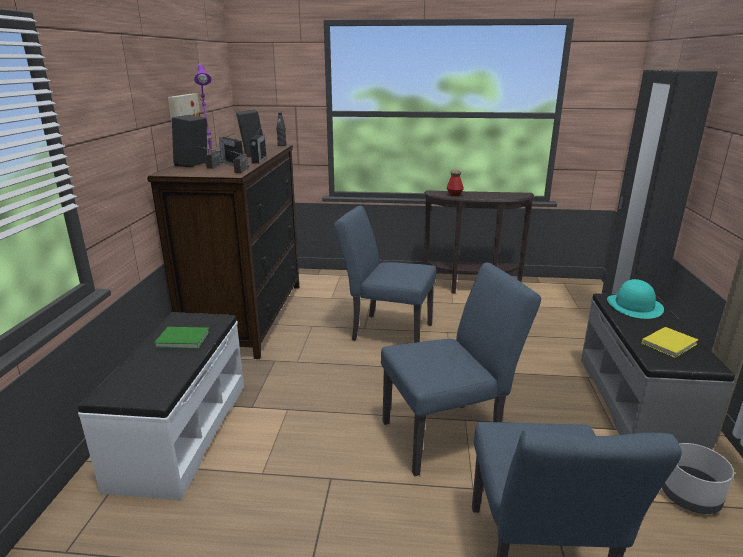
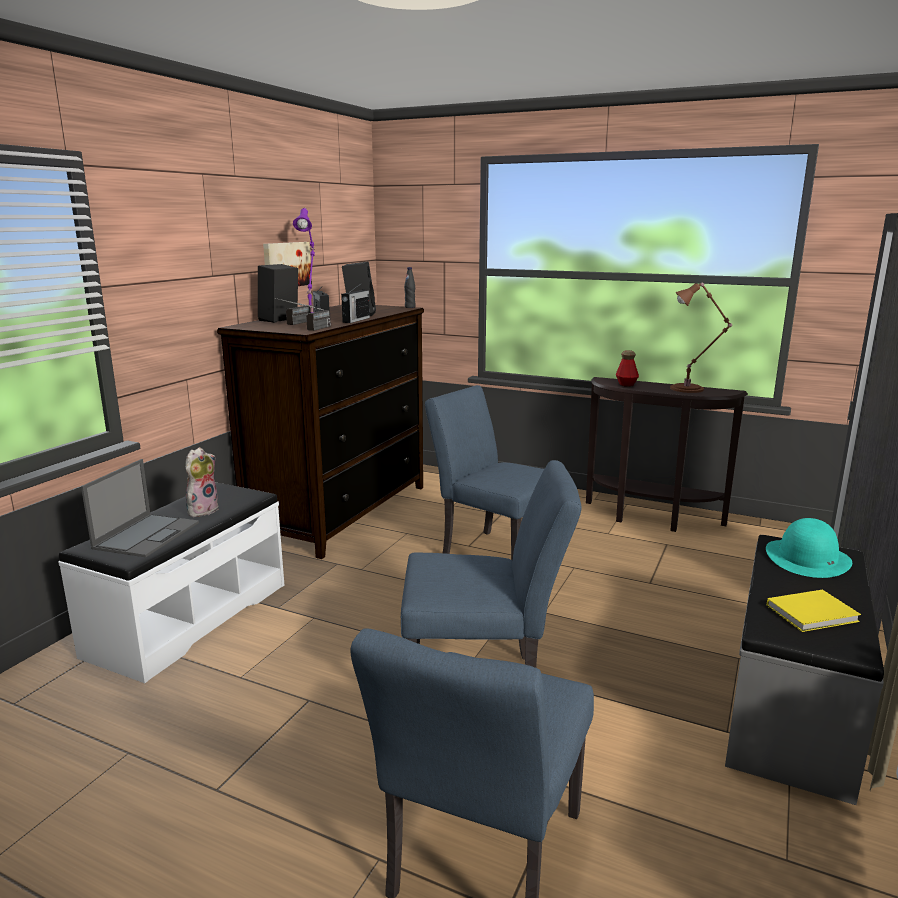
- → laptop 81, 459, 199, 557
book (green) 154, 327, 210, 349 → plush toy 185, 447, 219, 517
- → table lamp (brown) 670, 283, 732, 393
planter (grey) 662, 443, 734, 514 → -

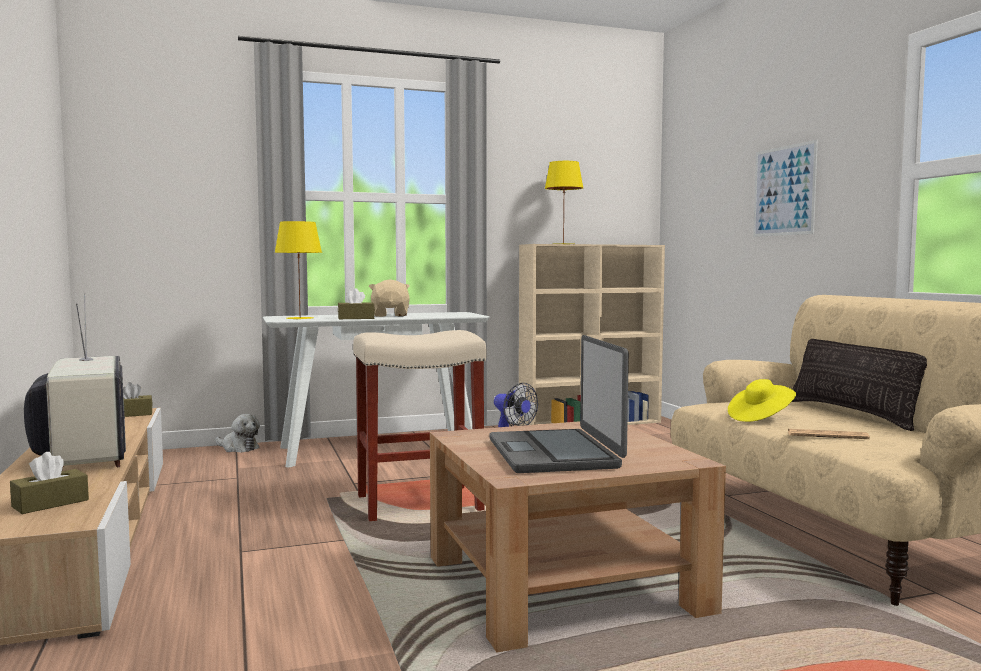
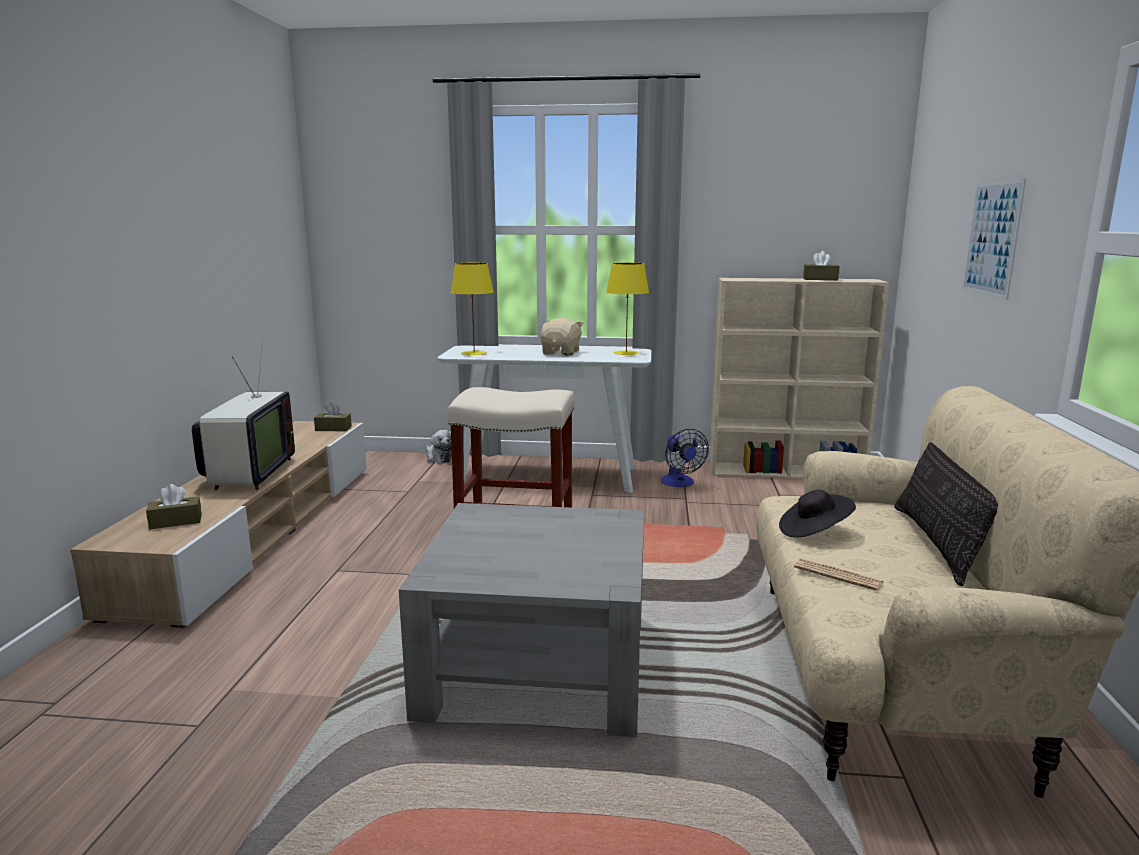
coffee table (brown) 430, 421, 726, 652 → coffee table (grey) 399, 503, 644, 737
table lamp (yellow) 545, 161, 583, 244 → table lamp (yellow) 606, 263, 649, 355, move
hat (yellow) 728, 379, 796, 422 → hat (black) 779, 490, 856, 537
tissue box (brown) 338, 288, 375, 319 → tissue box (brown) 803, 251, 839, 280, move
laptop 489, 335, 629, 473 → -

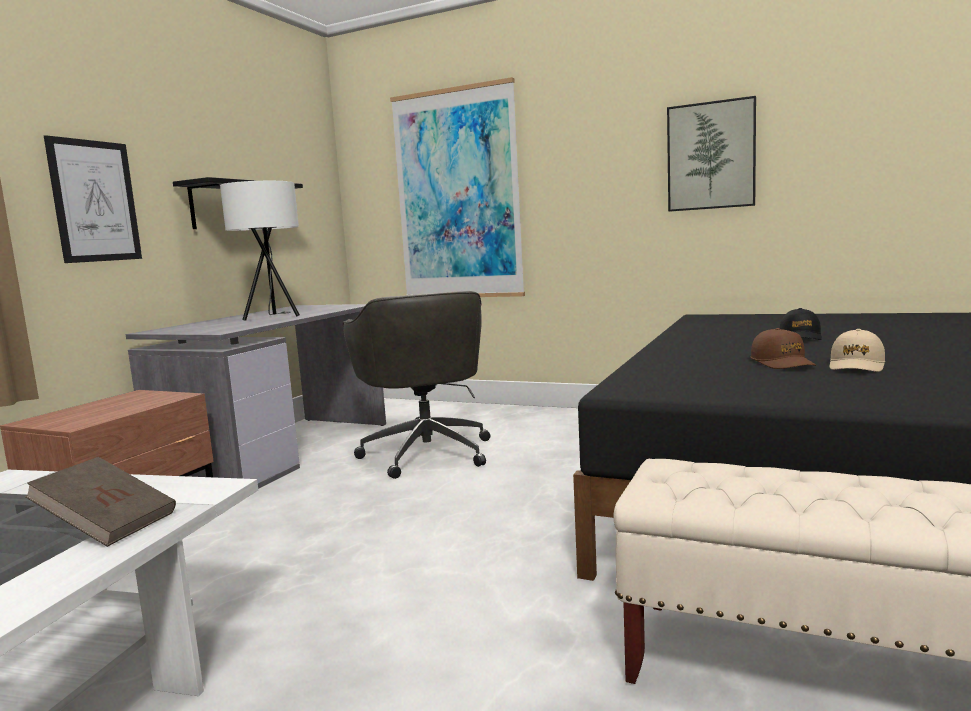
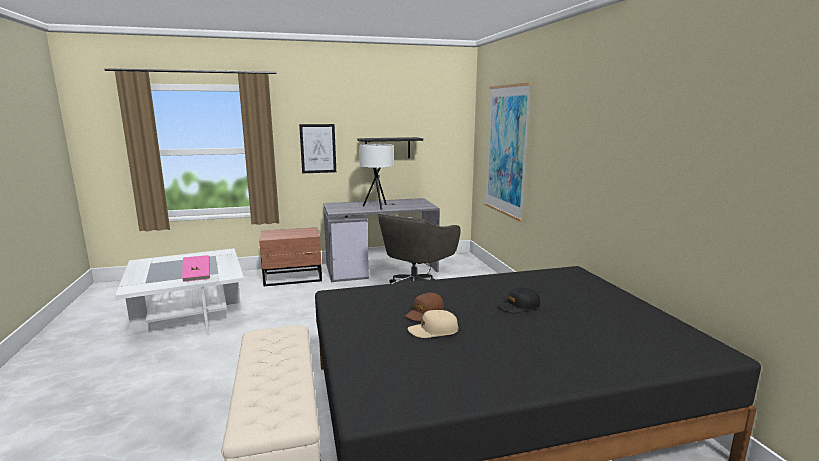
book (brown) 25, 457, 176, 547 → book (pink) 182, 255, 210, 282
picture 667, 96, 756, 212 → -

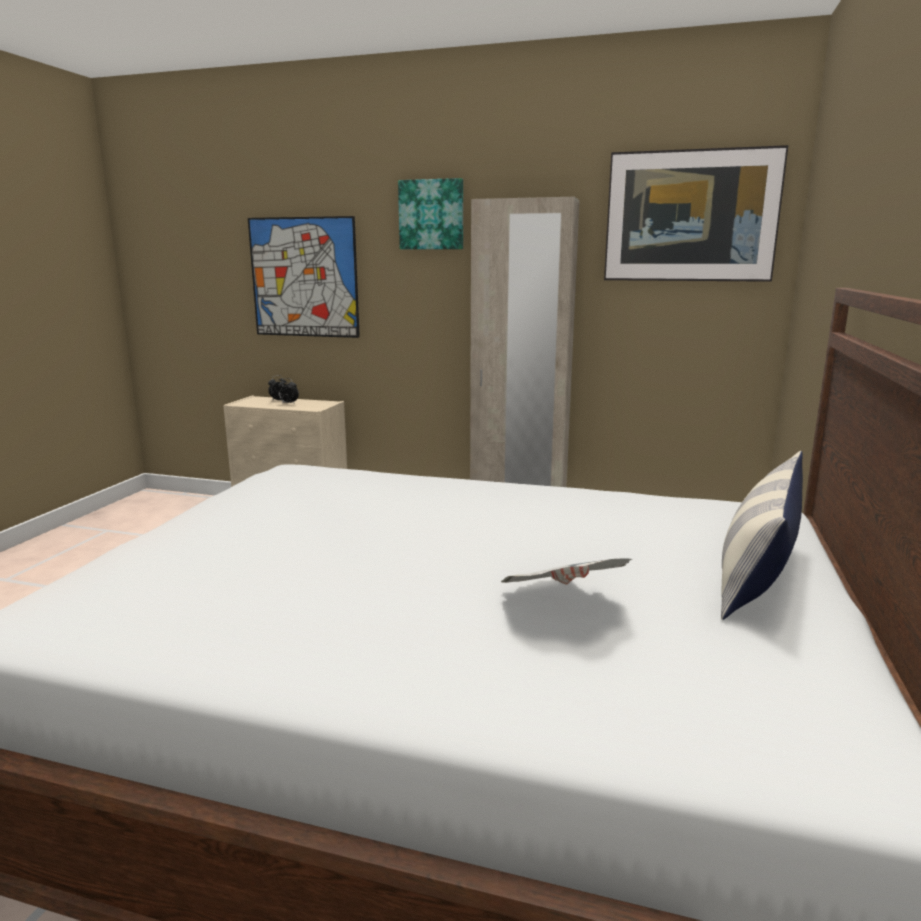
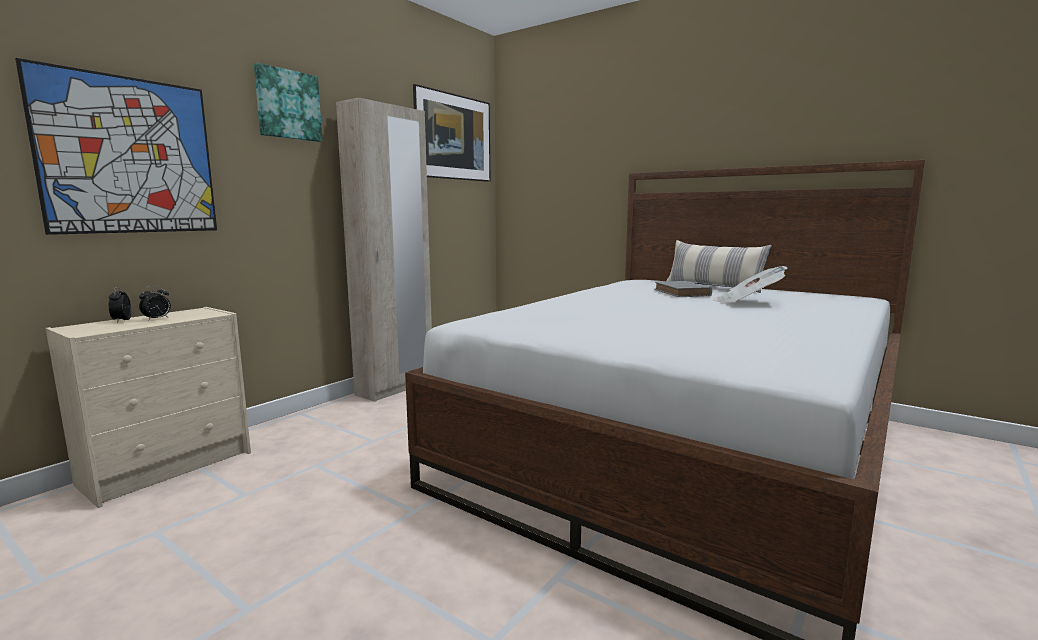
- → book (grey) 655, 281, 712, 297

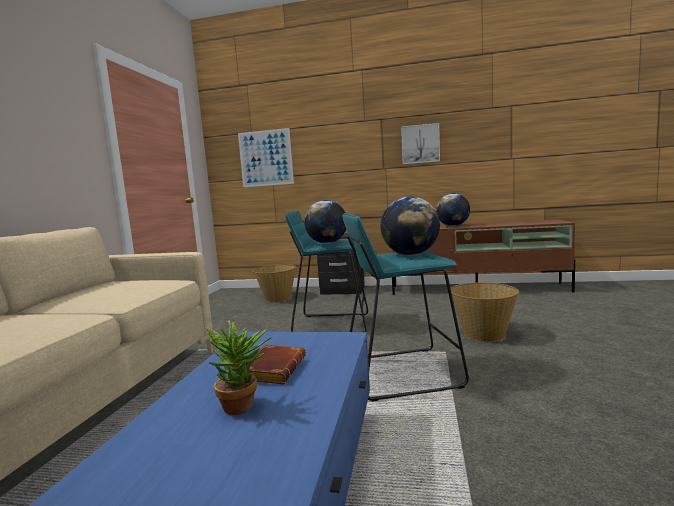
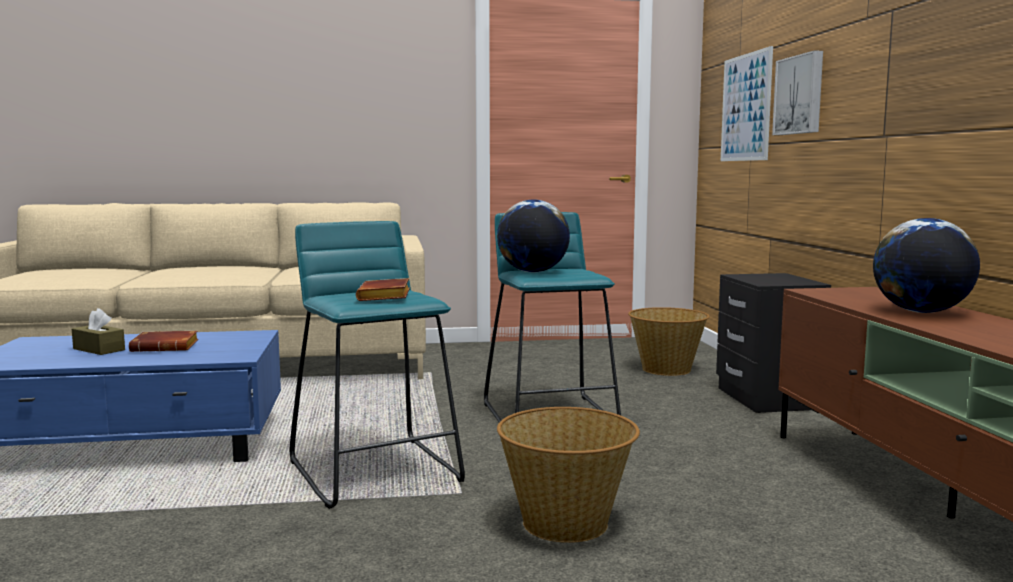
potted plant 206, 321, 273, 415 → tissue box (brown) 72, 308, 125, 355
globe 380, 197, 440, 255 → book (brown) 356, 278, 410, 301
picture 401, 123, 440, 164 → picture 772, 51, 823, 135, move

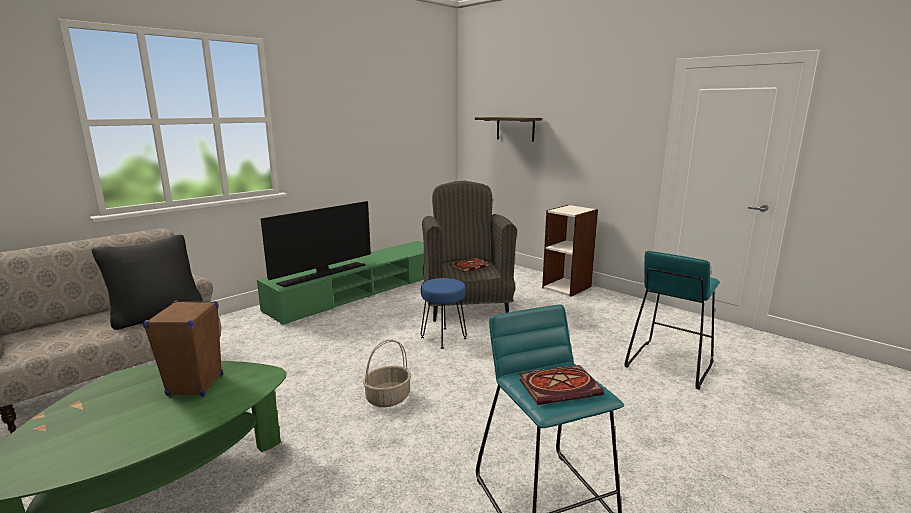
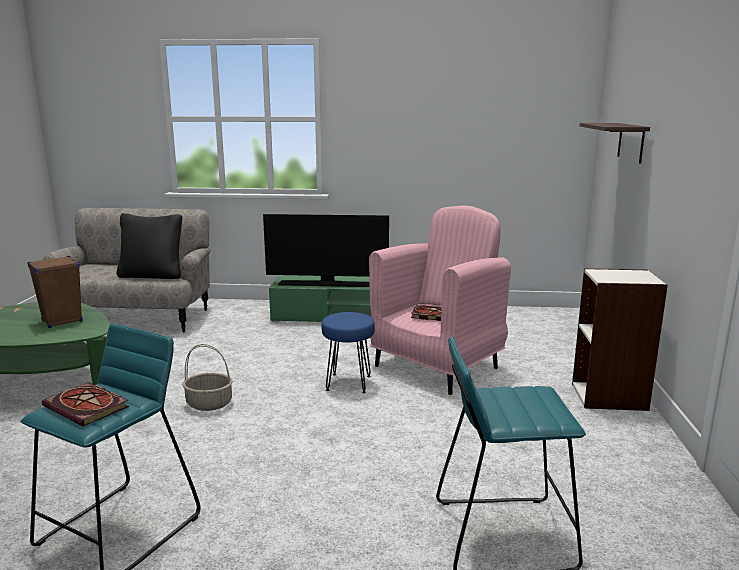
armchair (grey) 422, 181, 517, 322 → armchair (pink) 369, 205, 511, 395

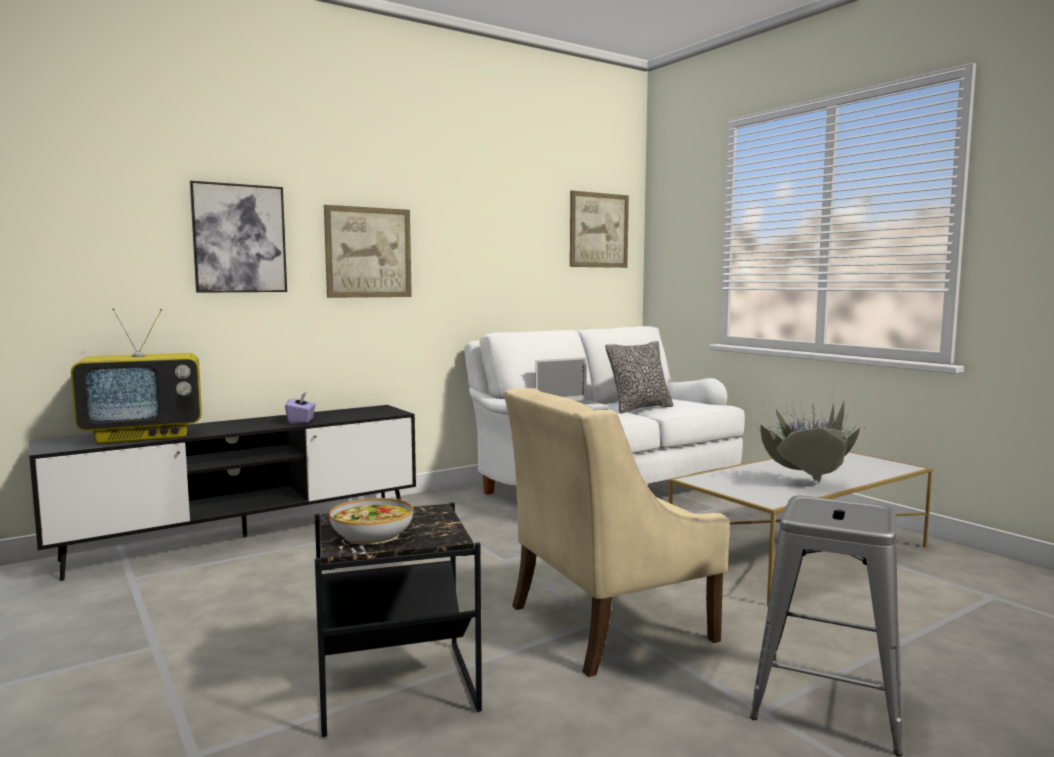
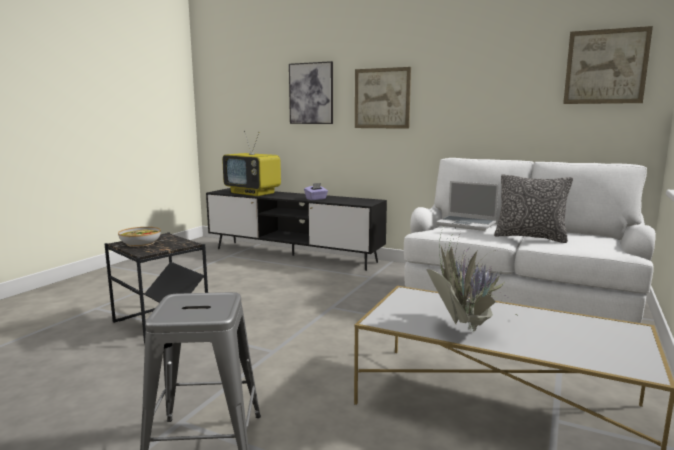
armchair (beige) 503, 388, 730, 677 → -

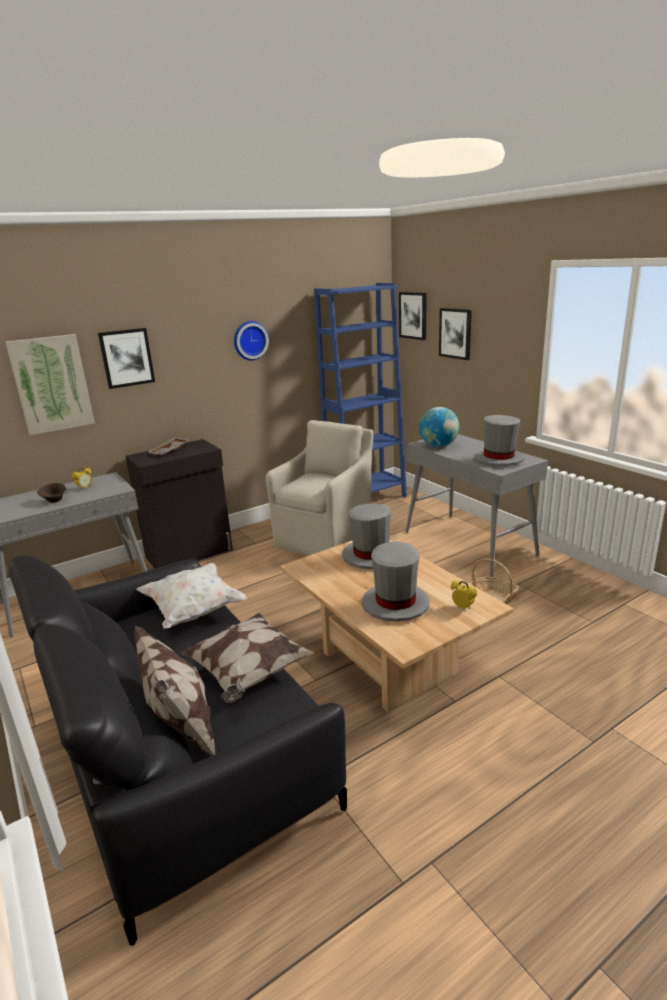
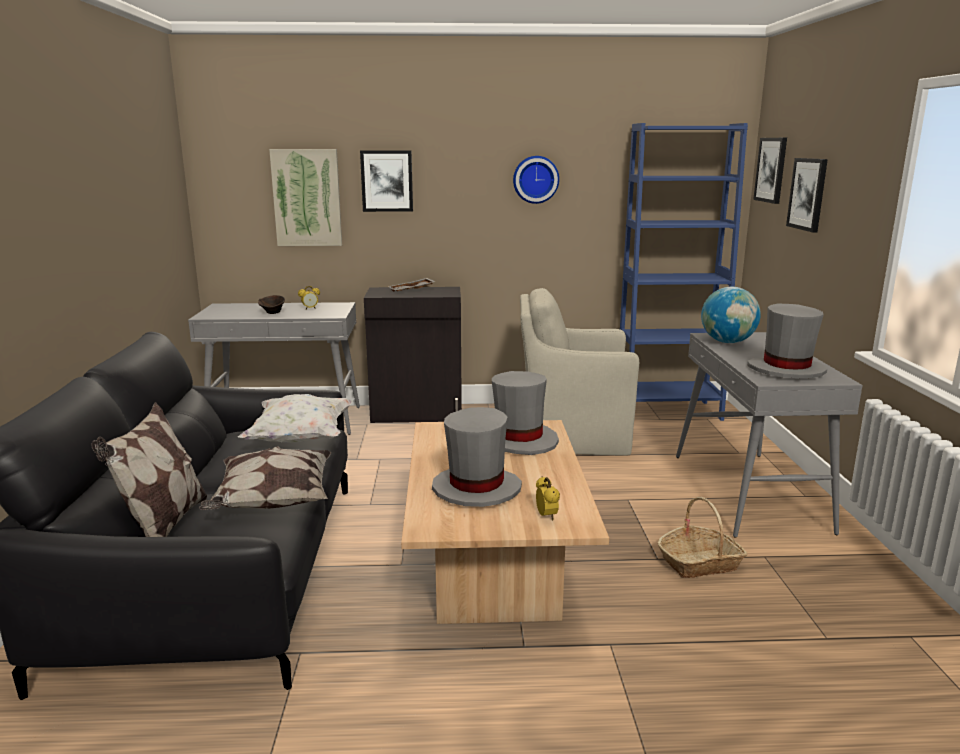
armchair (beige) 266, 420, 373, 555 → armchair (beige) 520, 288, 639, 456, 150 degrees counterclockwise

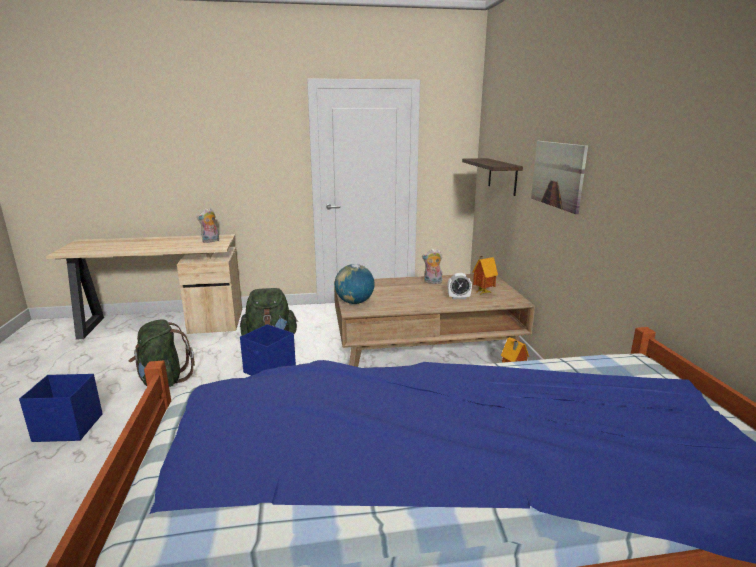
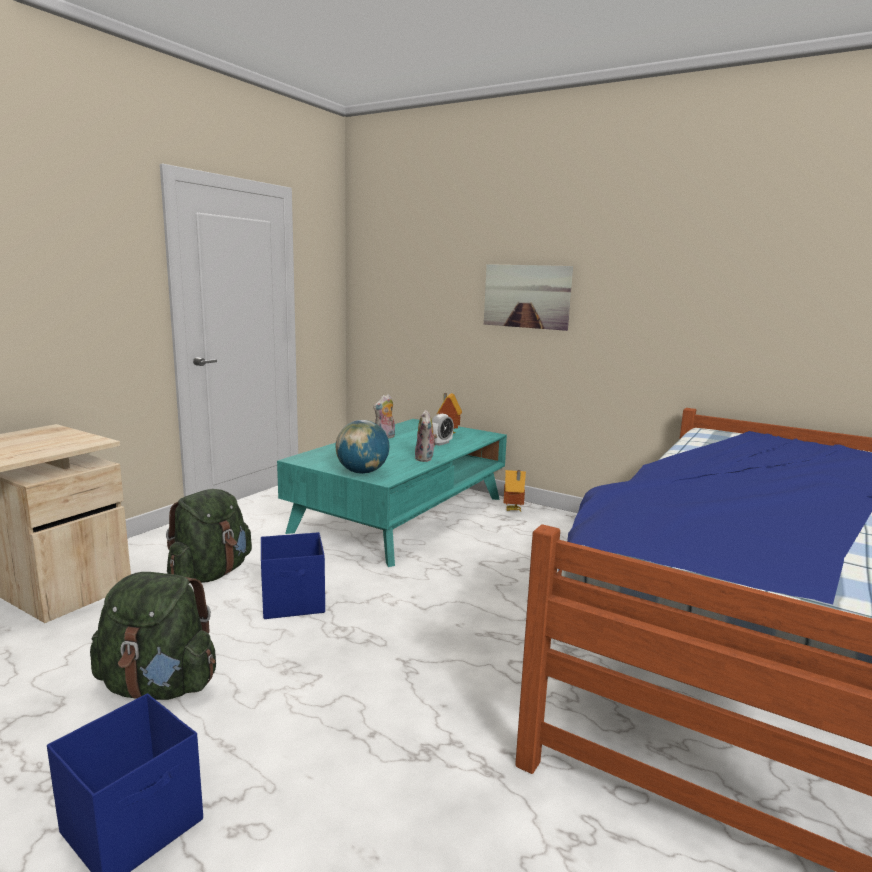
coffee table (brown) 334, 274, 535, 367 → coffee table (turquoise) 277, 419, 507, 567
plush toy 196, 208, 219, 243 → plush toy 415, 410, 437, 462, move
shelf 462, 158, 523, 196 → -

